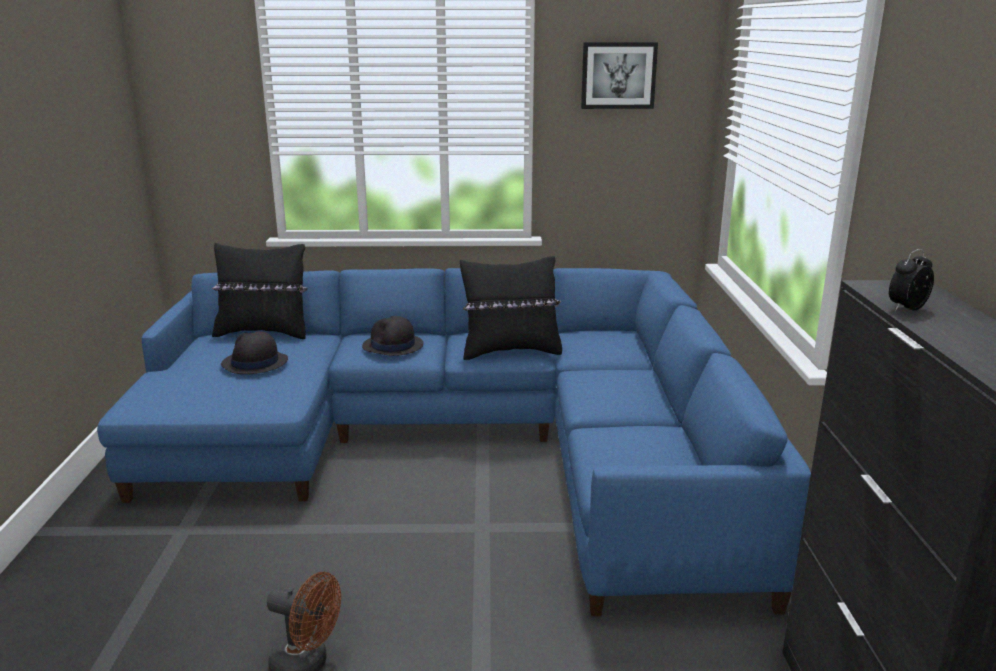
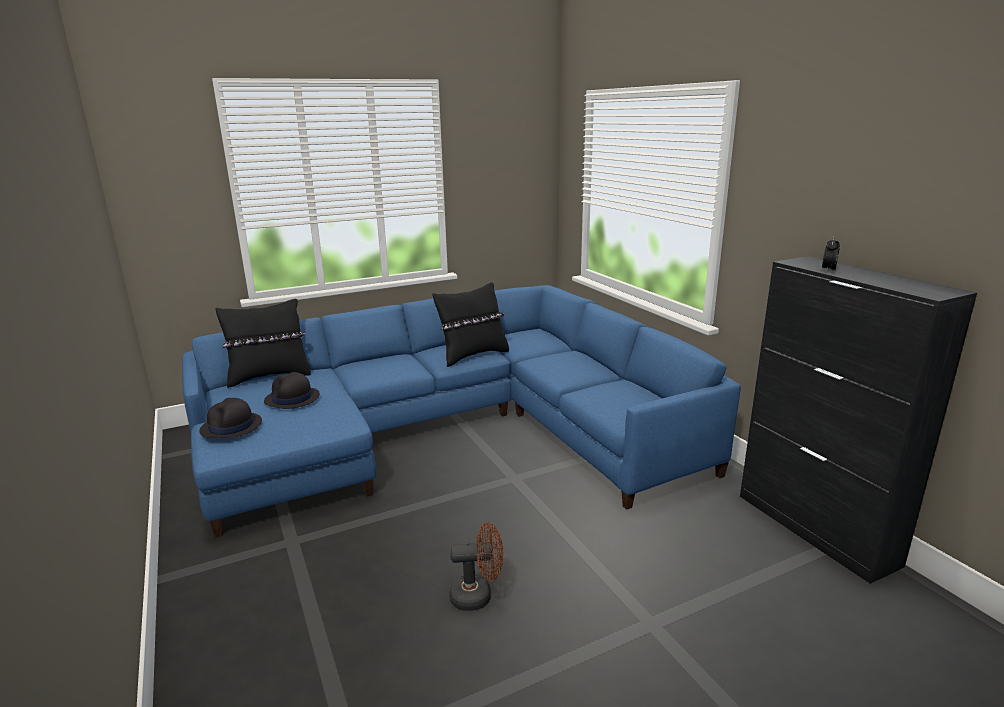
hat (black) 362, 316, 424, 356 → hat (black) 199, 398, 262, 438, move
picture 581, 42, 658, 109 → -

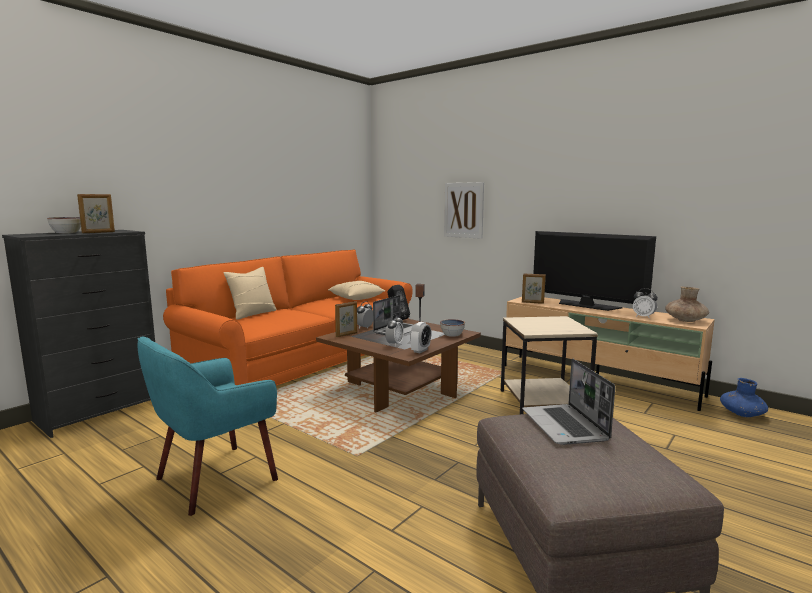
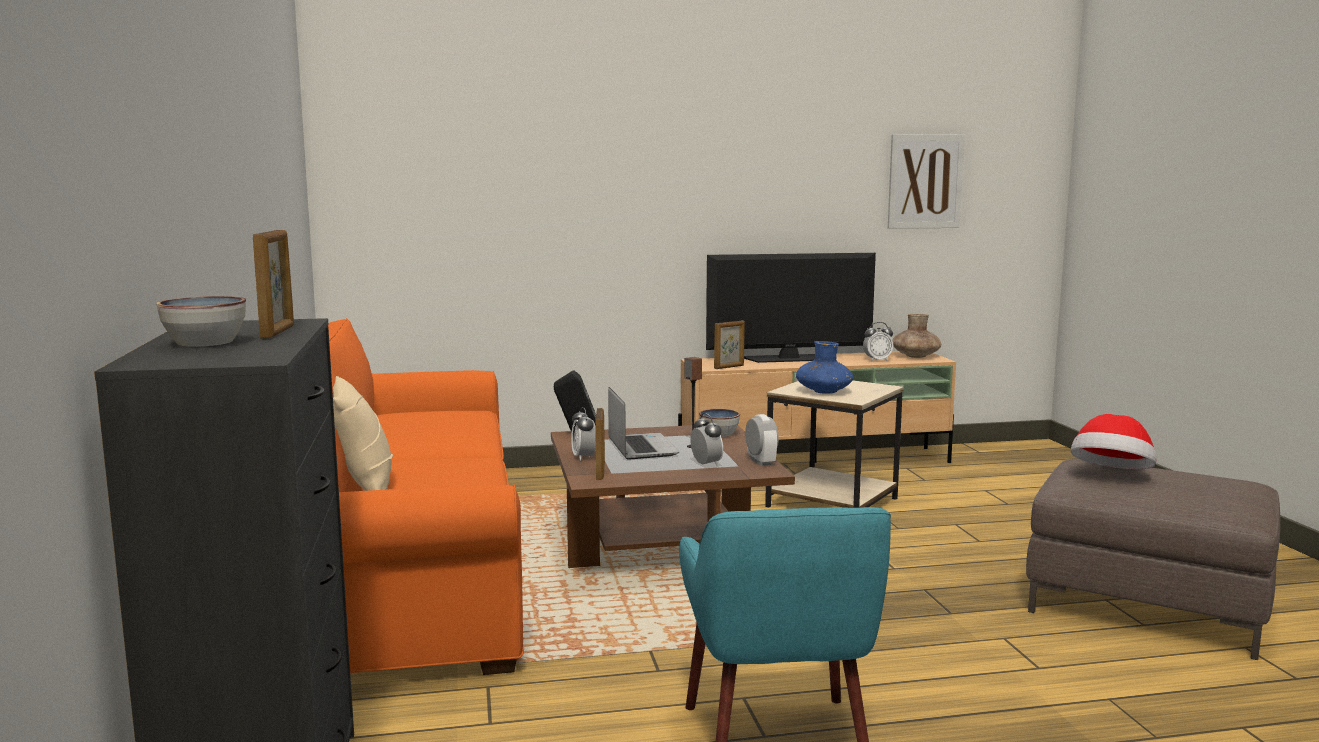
vase (blue) 720, 378, 768, 417 → vase (blue) 796, 341, 854, 394, move
picture 444, 182, 484, 239 → picture 888, 134, 965, 229, move
laptop 522, 359, 615, 445 → hat 1071, 414, 1157, 470
pillow (beige) 328, 281, 386, 300 → -

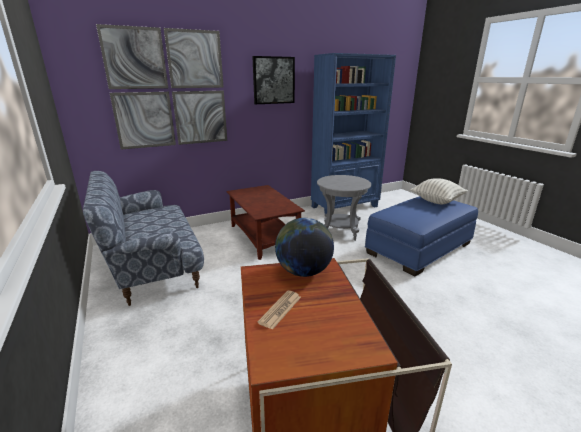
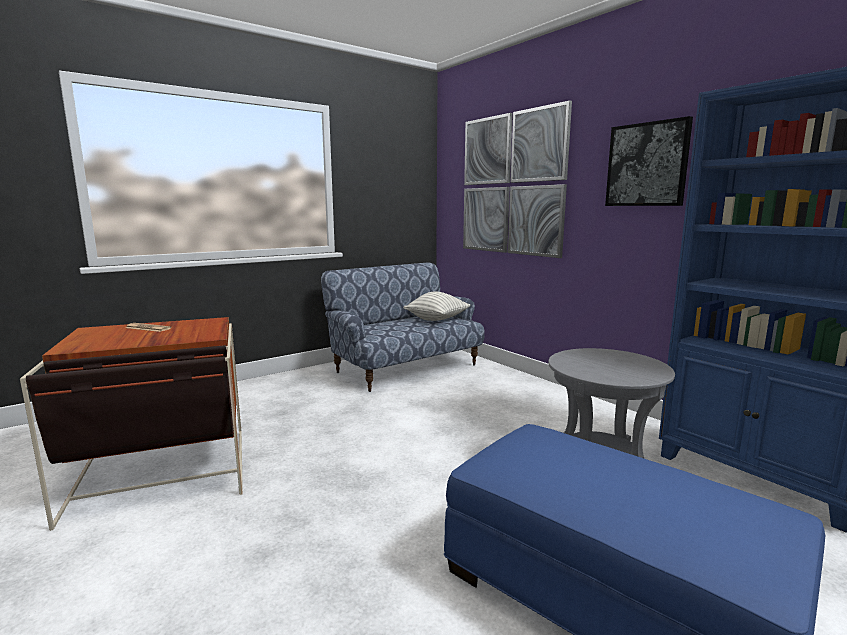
pillow 410, 178, 468, 204 → pillow 404, 291, 470, 321, move
coffee table (brown) 227, 185, 305, 260 → -
globe 275, 218, 334, 277 → -

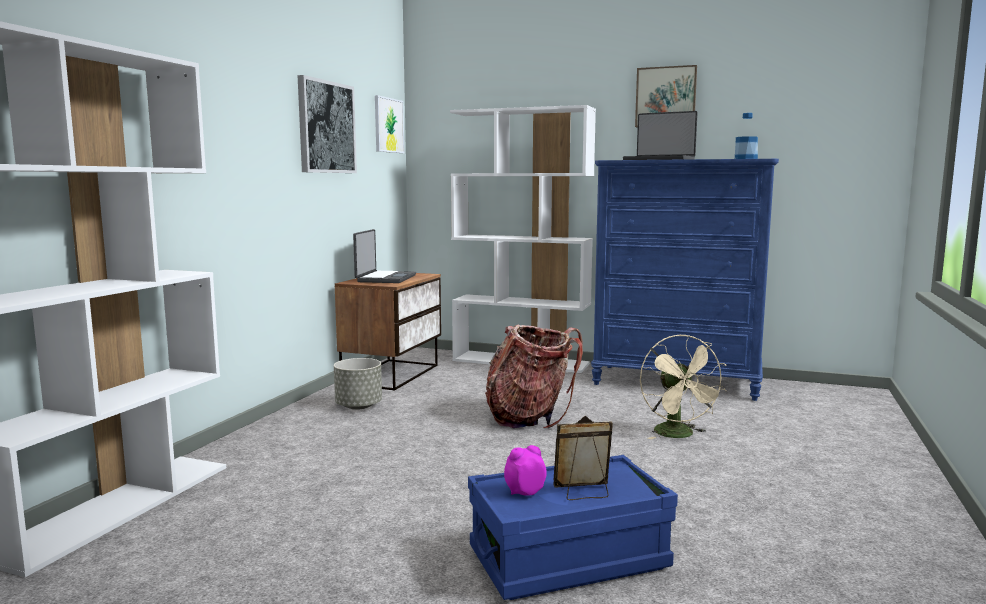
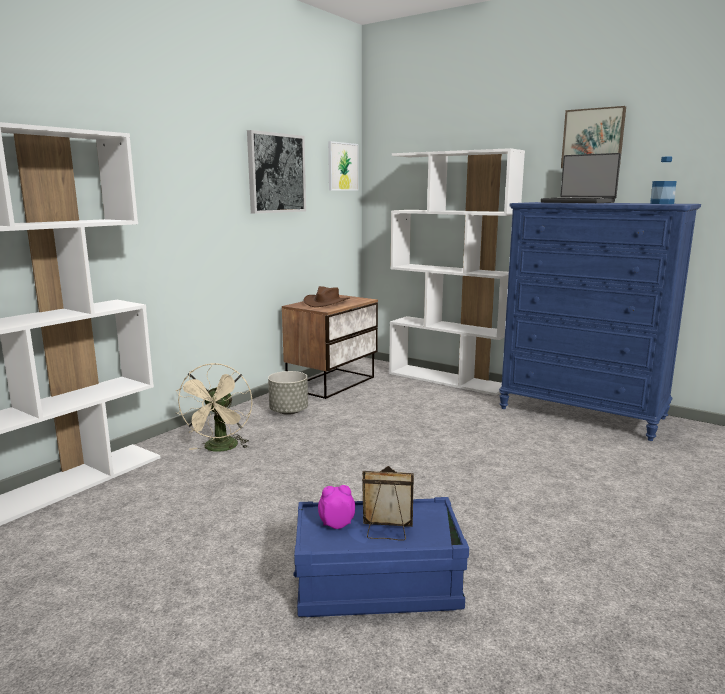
fan (beige) 640, 334, 727, 439 → fan (beige) 176, 363, 252, 452, move
laptop 353, 229, 416, 283 → hat (brown) 304, 286, 349, 307
backpack 485, 324, 583, 428 → -

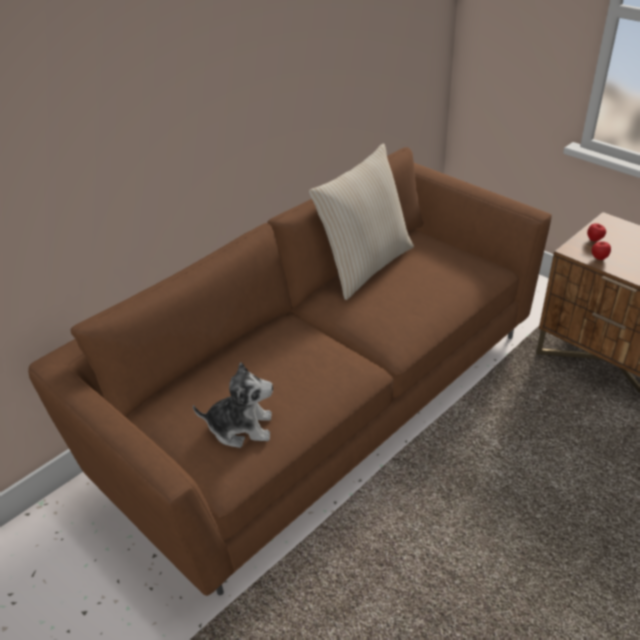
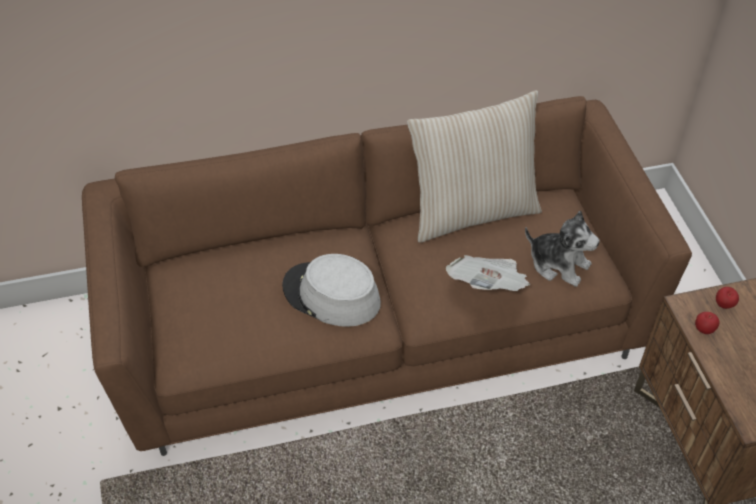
- → hat (grey) 282, 254, 381, 327
- → newspaper 446, 255, 530, 291
plush toy 193, 362, 273, 448 → plush toy 525, 211, 600, 287, move

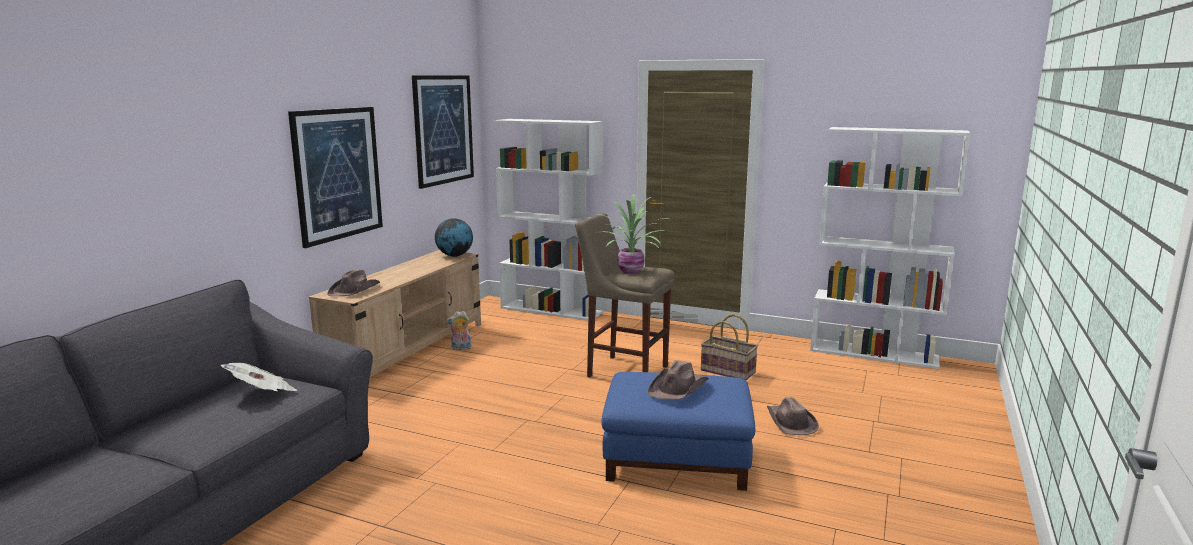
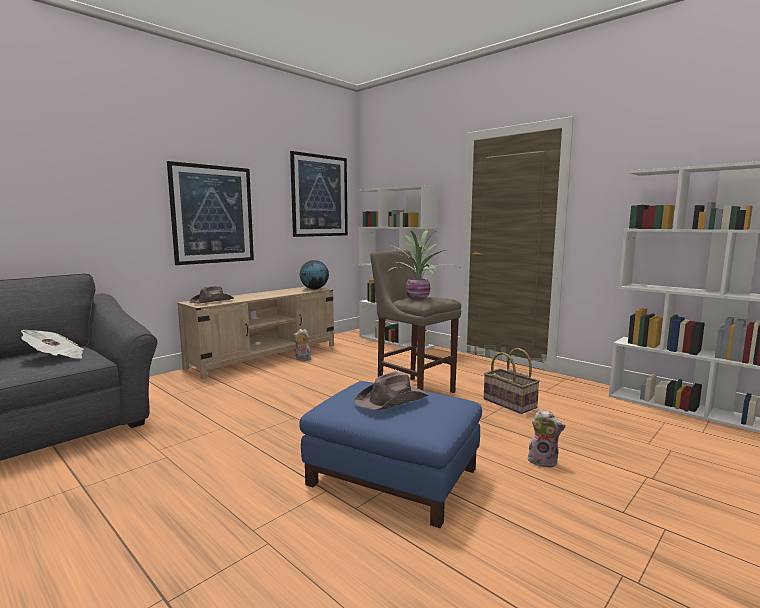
hat (brown) 767, 397, 819, 435 → plush toy 528, 409, 566, 468

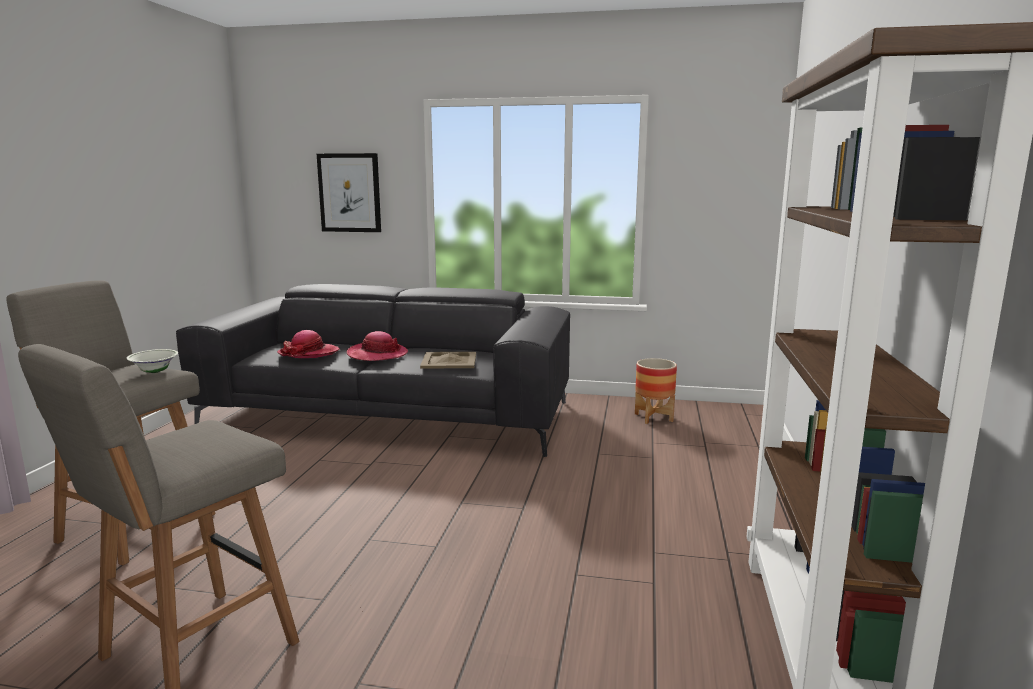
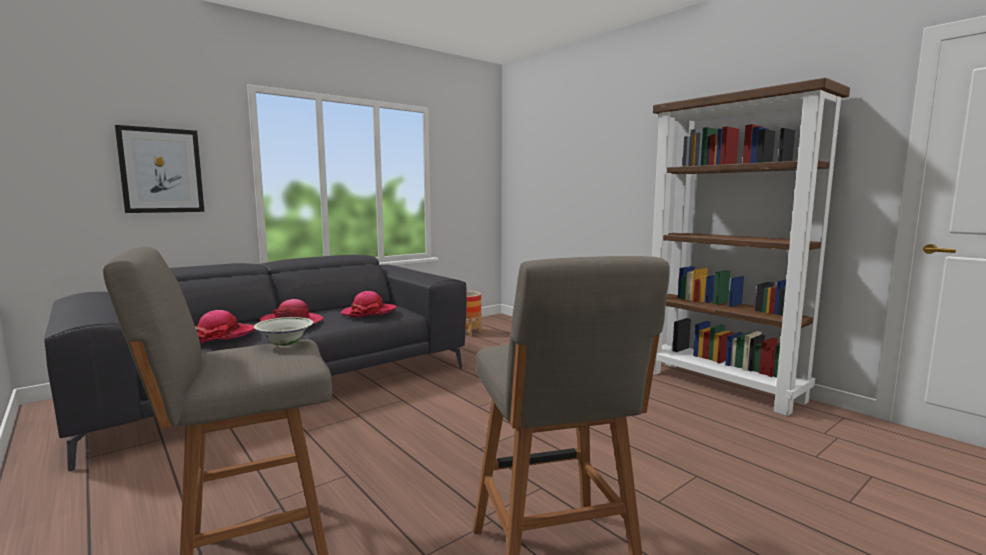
tray (beige) 420, 352, 476, 369 → hat 341, 291, 397, 317

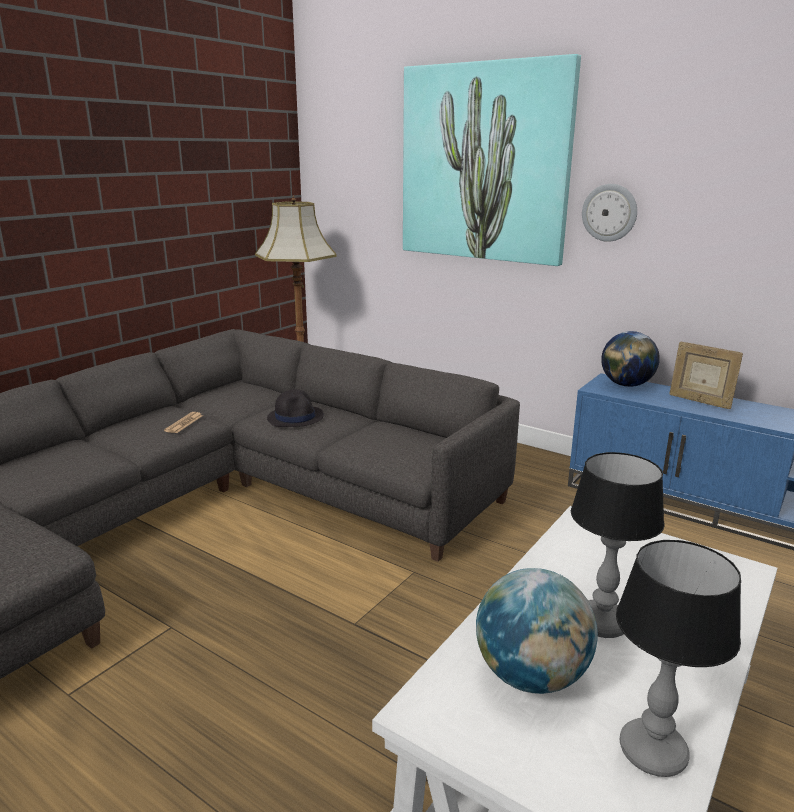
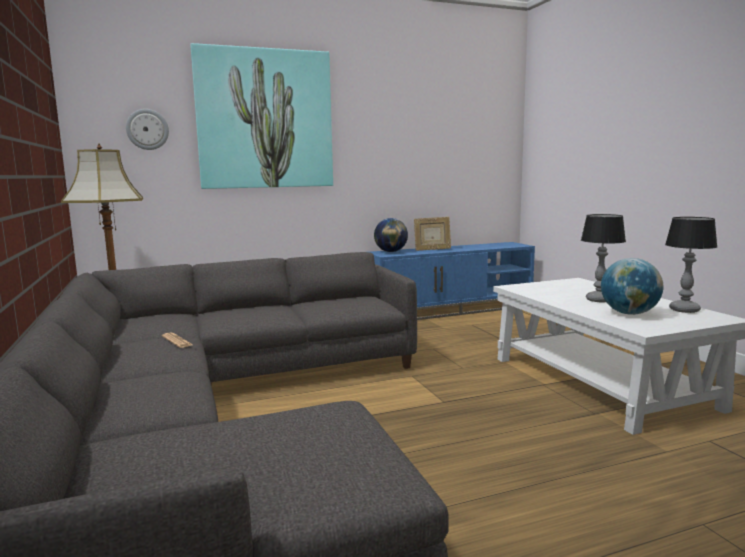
wall clock 582, 184, 637, 242 → wall clock 126, 109, 169, 150, move
hat (black) 267, 389, 324, 427 → -

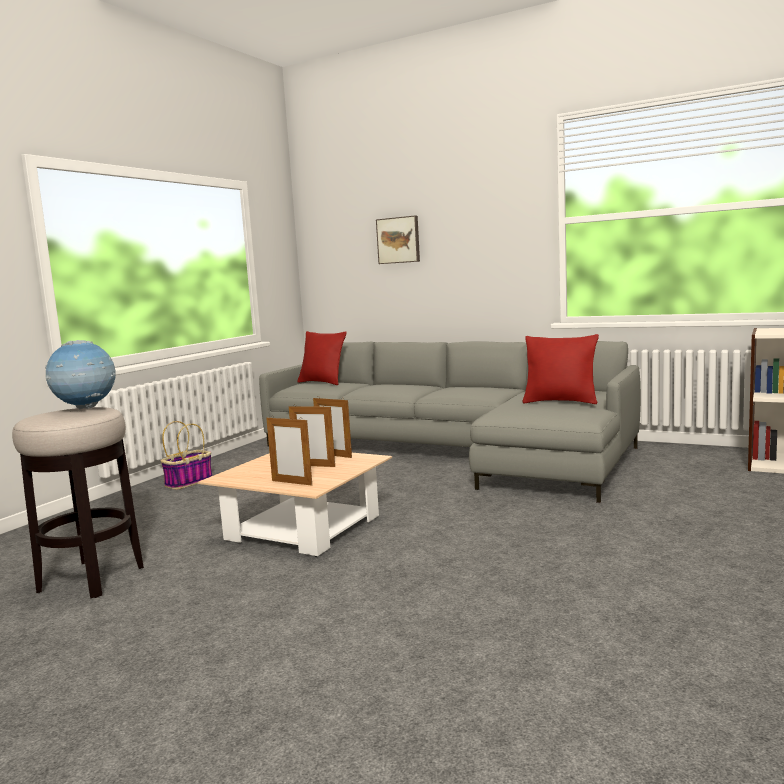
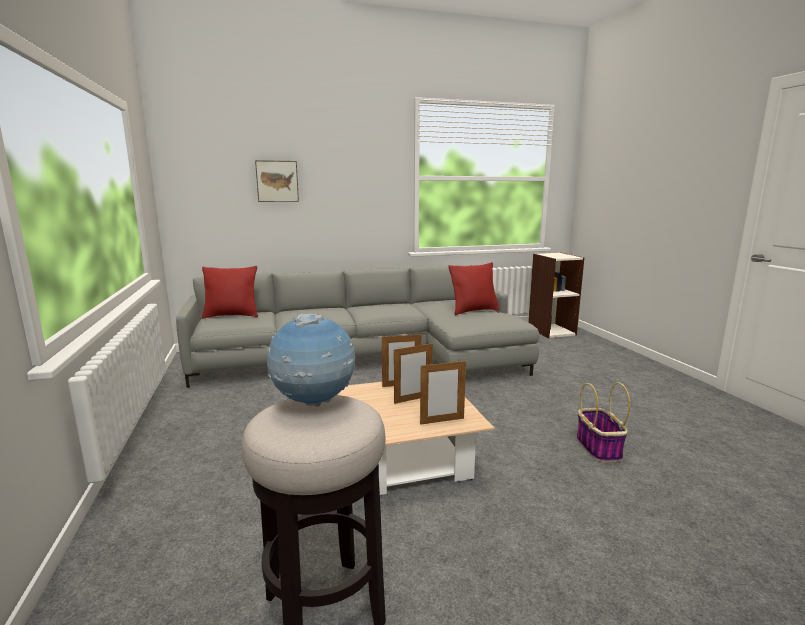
basket 160, 421, 212, 490 → basket 577, 382, 630, 462, move

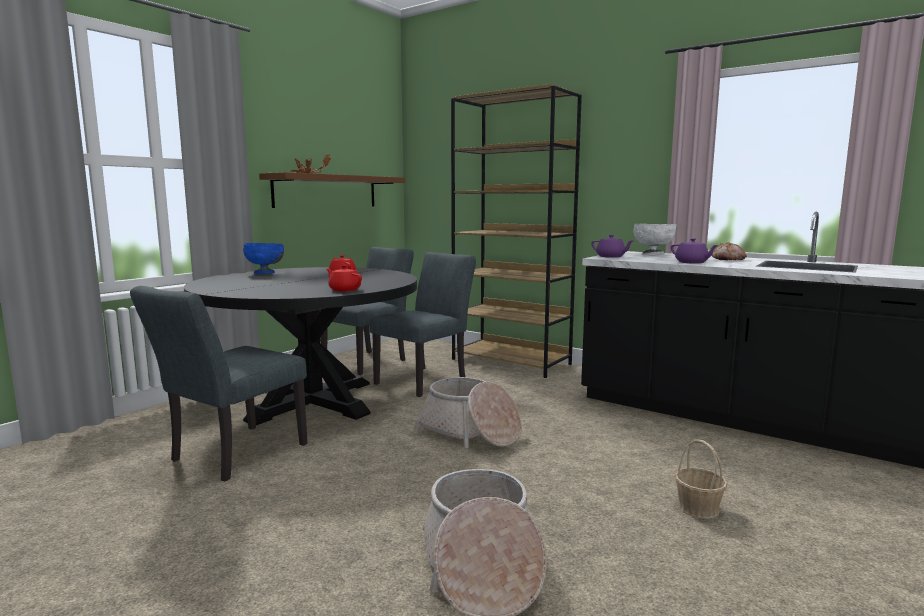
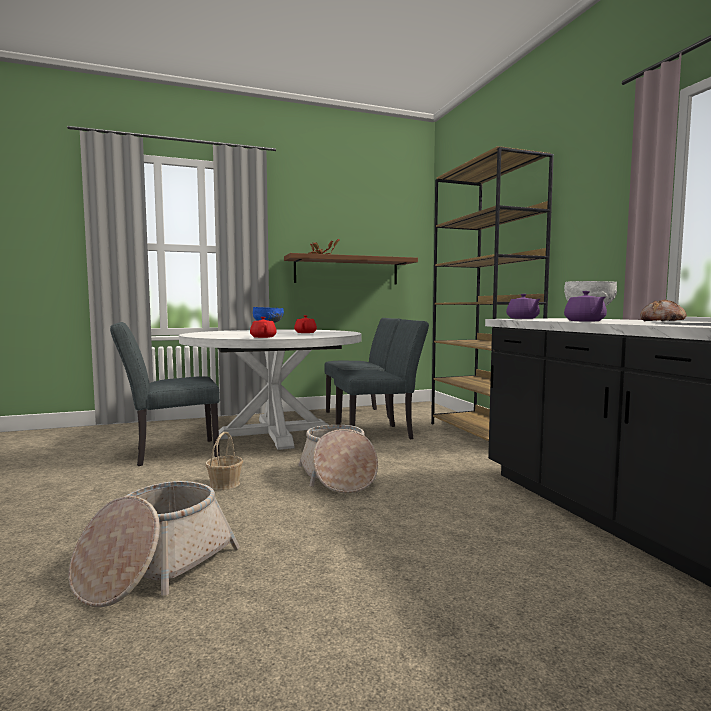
dining table (black) 184, 267, 417, 425 → dining table (white) 179, 329, 361, 450
basket 674, 439, 728, 519 → basket 205, 432, 243, 490, move

